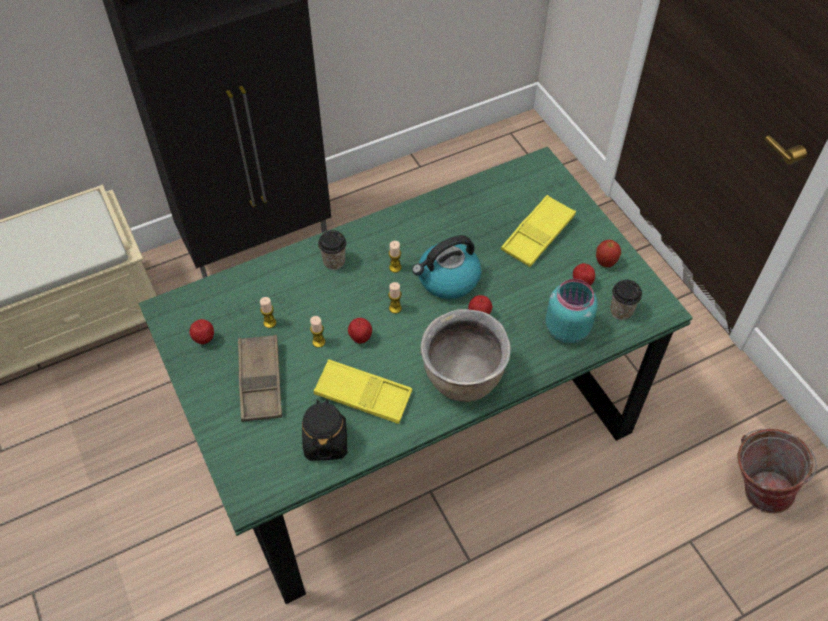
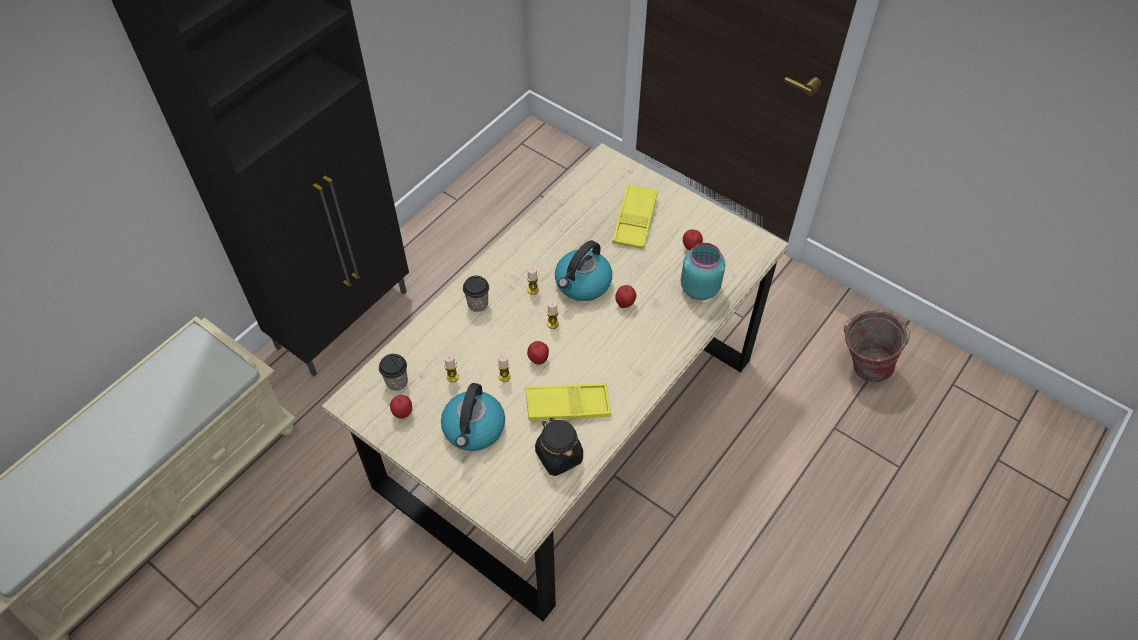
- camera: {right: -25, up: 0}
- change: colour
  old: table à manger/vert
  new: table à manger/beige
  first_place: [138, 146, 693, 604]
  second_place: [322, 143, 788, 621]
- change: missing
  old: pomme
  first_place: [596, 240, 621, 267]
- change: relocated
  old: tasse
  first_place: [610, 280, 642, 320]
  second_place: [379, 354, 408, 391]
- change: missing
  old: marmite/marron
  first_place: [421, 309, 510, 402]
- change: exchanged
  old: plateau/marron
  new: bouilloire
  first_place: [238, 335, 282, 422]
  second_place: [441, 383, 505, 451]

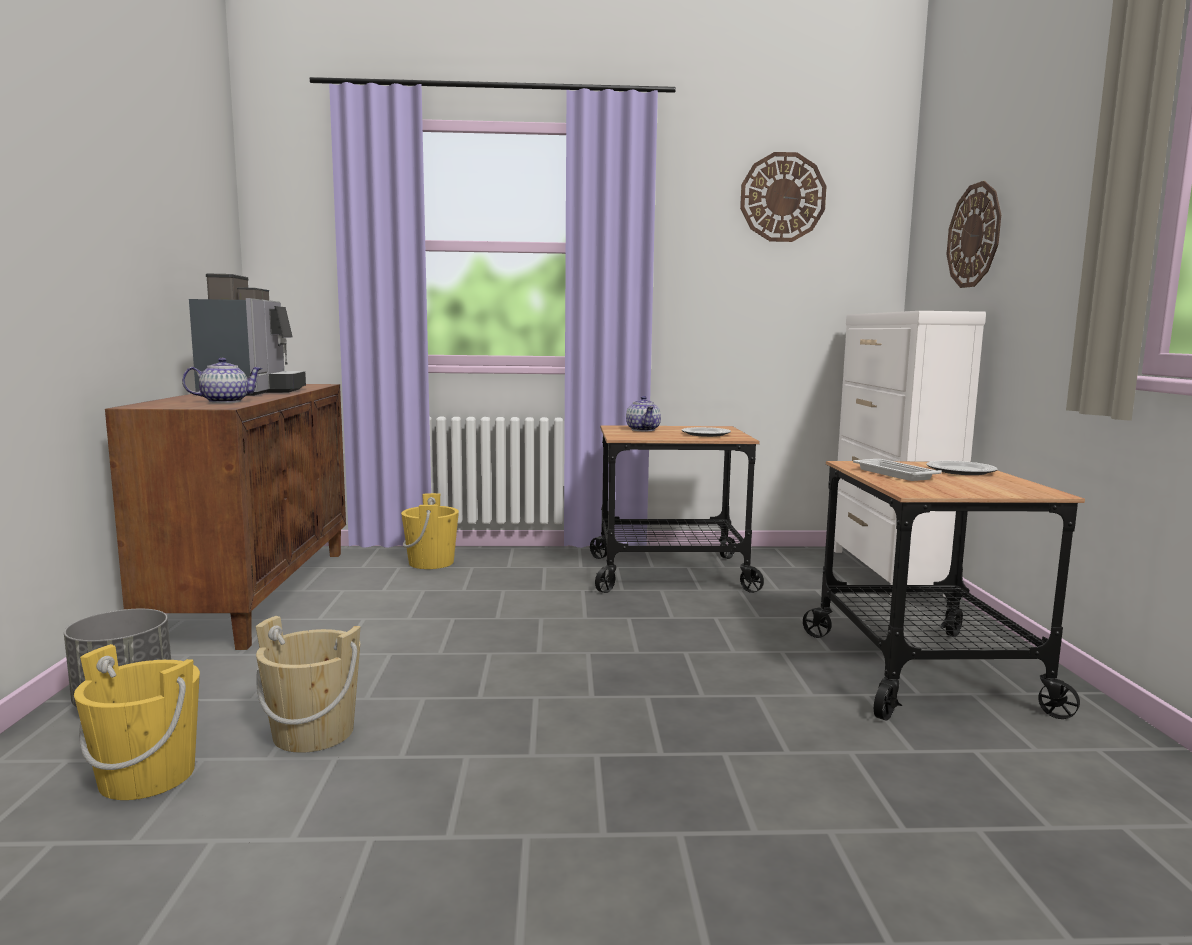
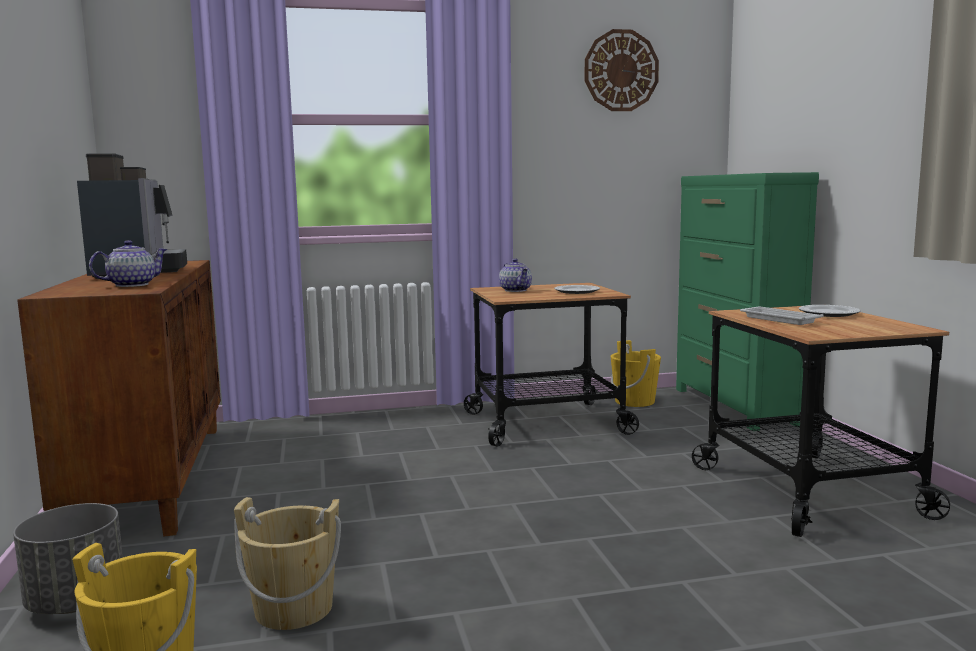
- camera: {right: -10, up: 0}
- change: missing
  old: horloge murale
  first_place: [946, 181, 1001, 288]
- change: colour
  old: commode/blanc
  new: commode/vert
  first_place: [834, 311, 986, 599]
  second_place: [676, 172, 819, 431]
- change: relocated
  old: seau/jaune
  first_place: [401, 493, 459, 569]
  second_place: [611, 340, 661, 407]

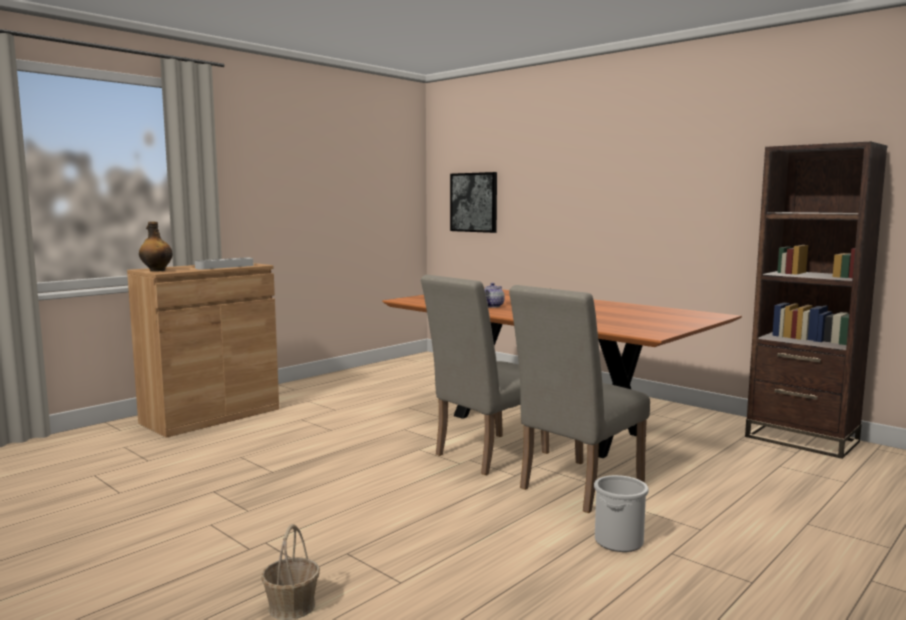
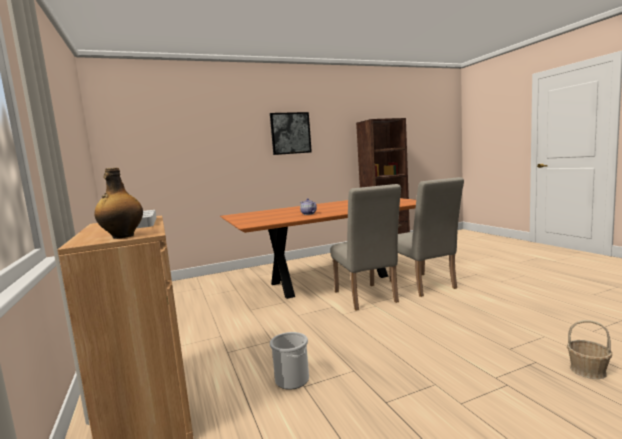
- camera: {right: -65, up: 0}
- change: relocated
  old: tableau
  first_place: [450, 172, 497, 233]
  second_place: [270, 112, 312, 155]
- change: relocated
  old: seau
  first_place: [594, 475, 649, 552]
  second_place: [270, 332, 309, 390]

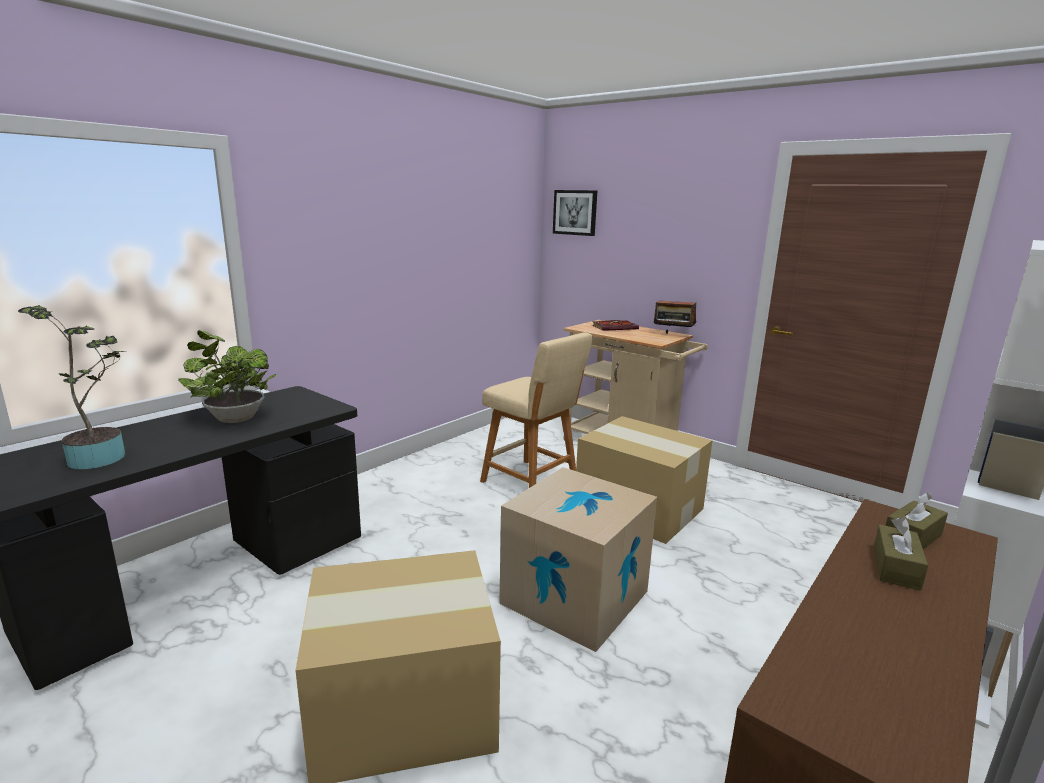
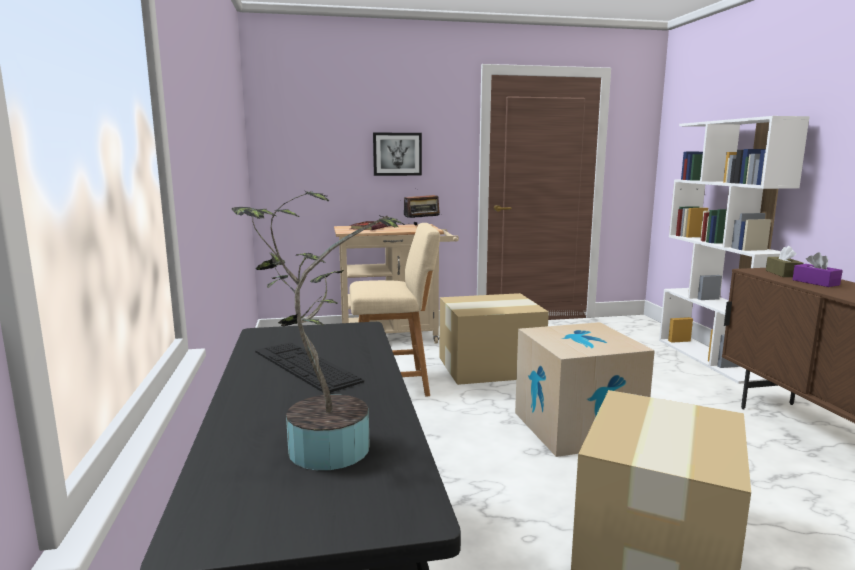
- camera: {right: -50, up: -5}
- change: relocated
  old: tableau
  first_place: [553, 190, 597, 236]
  second_place: [373, 132, 422, 176]
- change: exchanged
  old: plante en pot
  new: clavier
  first_place: [178, 330, 276, 423]
  second_place: [255, 342, 364, 393]
- change: colour
  old: boîte à mouchoirs/marron
  new: boîte à mouchoirs/violet
  first_place: [873, 517, 928, 591]
  second_place: [792, 253, 843, 287]

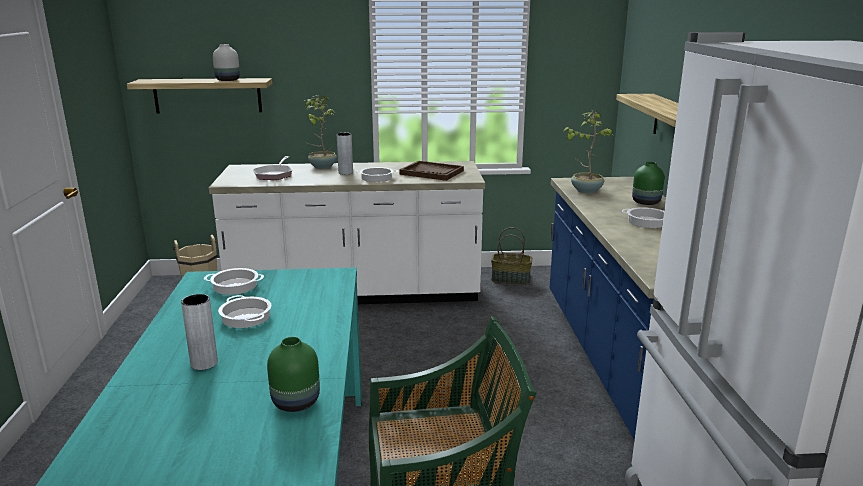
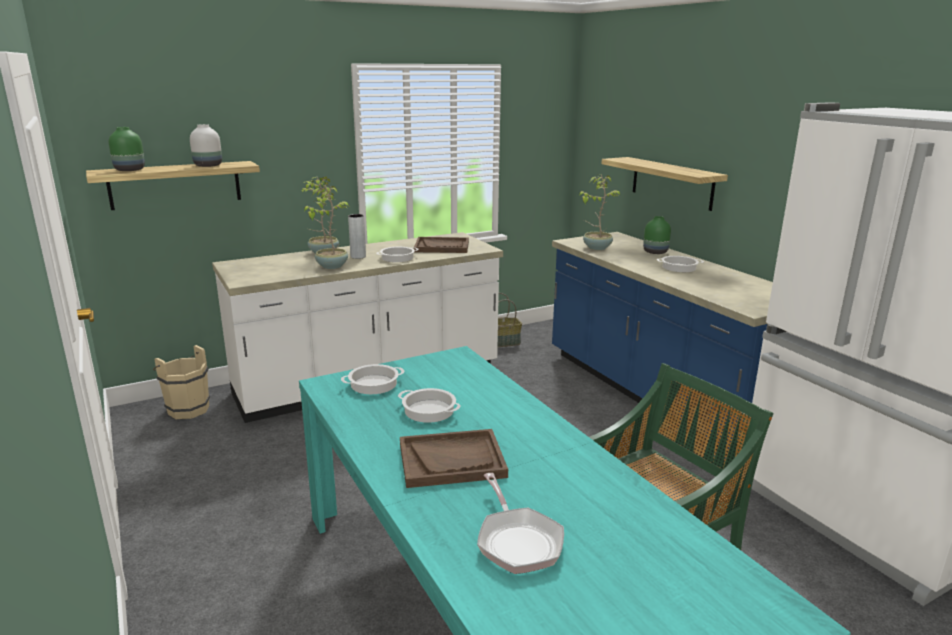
- camera: {right: -25, up: 0}
- change: relocated
  old: poêle
  first_place: [253, 156, 292, 180]
  second_place: [477, 473, 564, 574]
- change: exchanged
  old: vase/gris
  new: plateau/marron
  first_place: [181, 294, 218, 370]
  second_place: [400, 429, 508, 488]
- change: relocated
  old: vase/vert
  first_place: [267, 337, 320, 412]
  second_place: [109, 127, 145, 171]
- change: appeared
  new: plante en pot
  second_place: [304, 185, 349, 269]

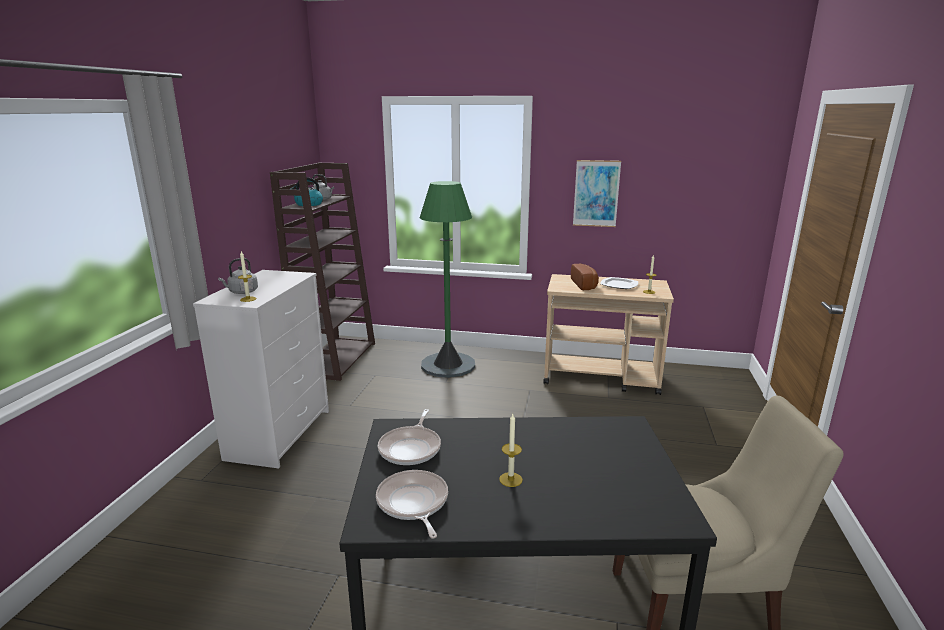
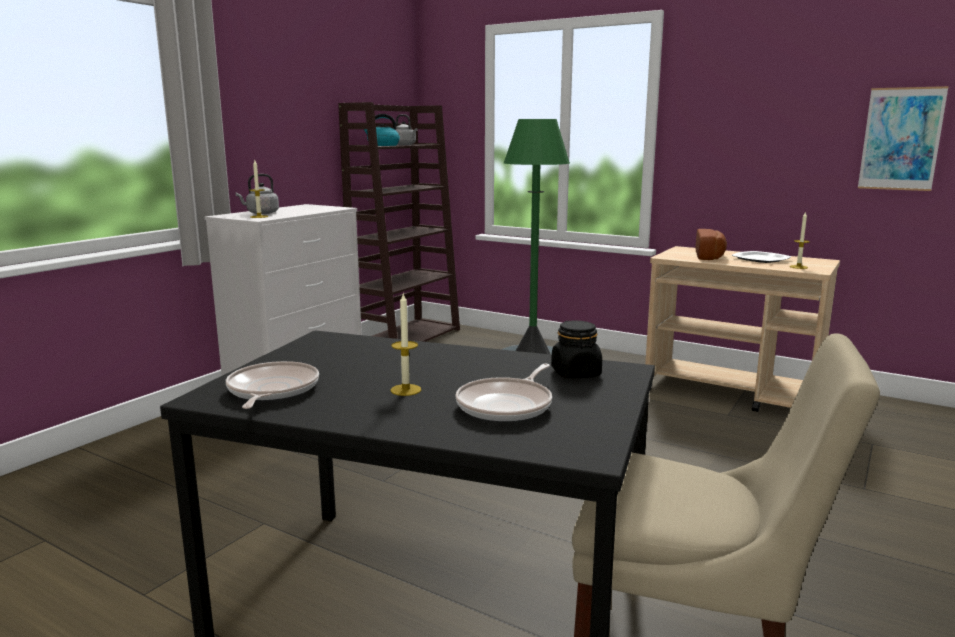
- camera: {right: 20, up: -5}
- change: relocated
  old: tableau
  first_place: [573, 160, 621, 227]
  second_place: [858, 86, 949, 191]
- change: relocated
  old: poêle
  first_place: [378, 409, 441, 465]
  second_place: [455, 364, 552, 422]
- change: appeared
  new: bocal/noir
  second_place: [551, 320, 602, 378]

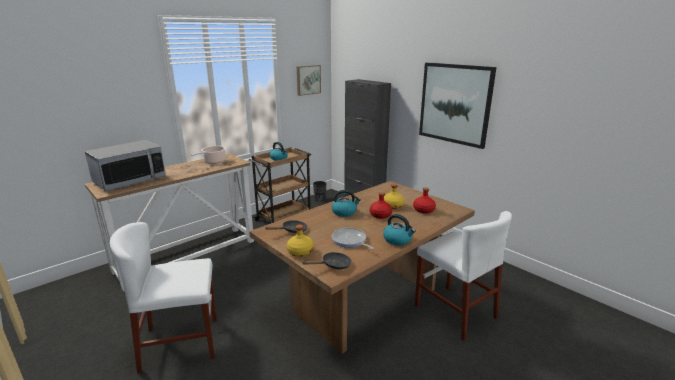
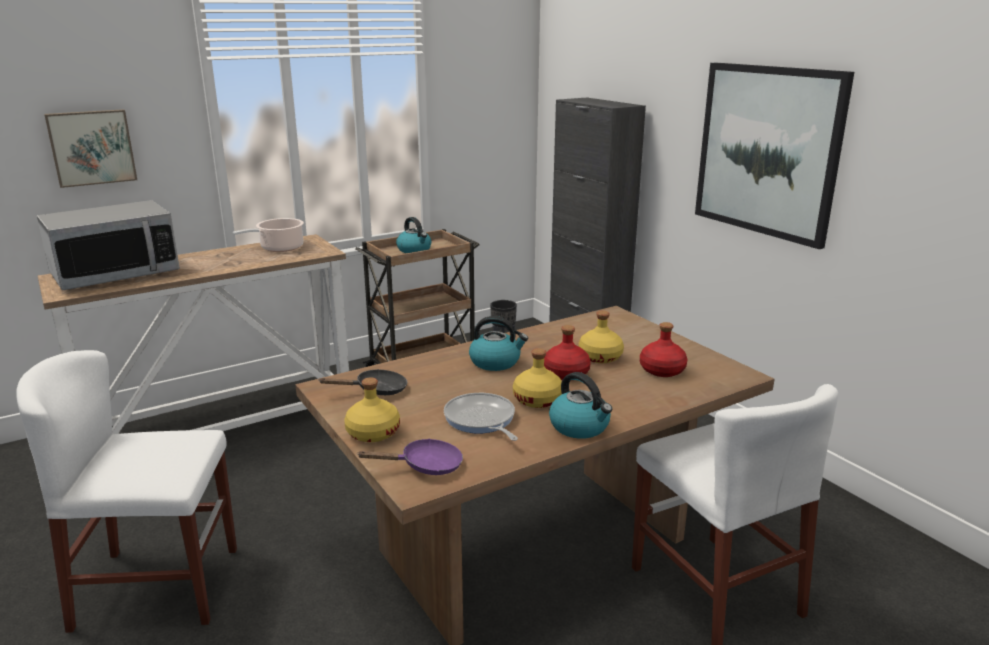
- camera: {right: 10, up: 0}
- change: relocated
  old: tableau
  first_place: [297, 65, 321, 96]
  second_place: [44, 109, 137, 188]
- change: colour
  old: poêle/noir
  new: poêle/violet
  first_place: [303, 252, 352, 269]
  second_place: [357, 439, 463, 475]
- change: appeared
  new: bouteille/jaune
  second_place: [513, 348, 562, 408]

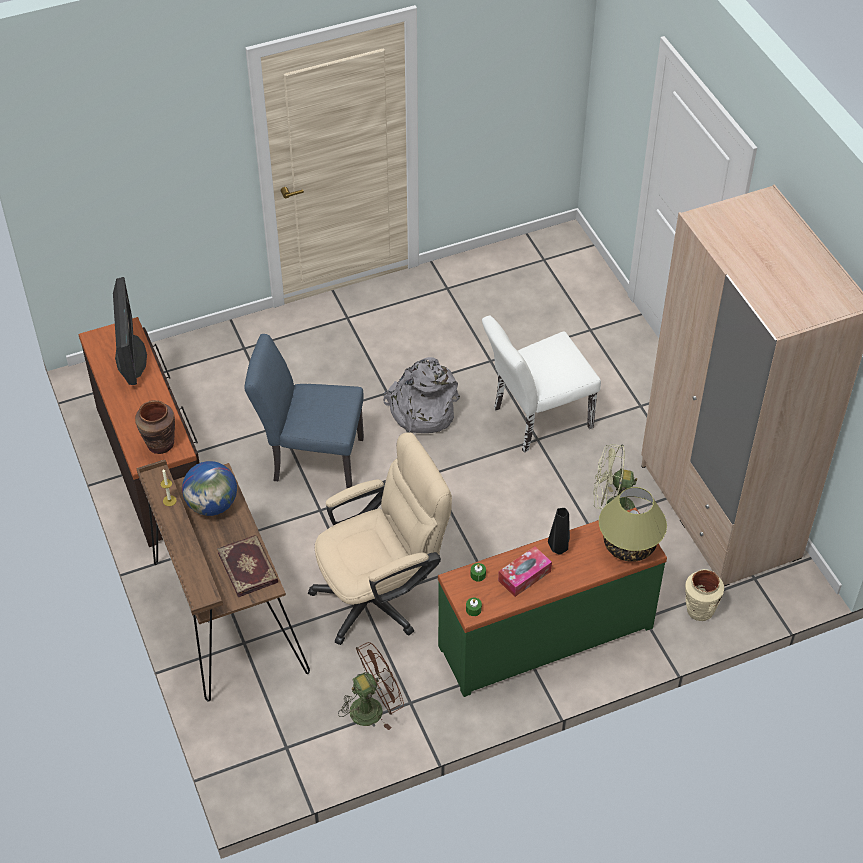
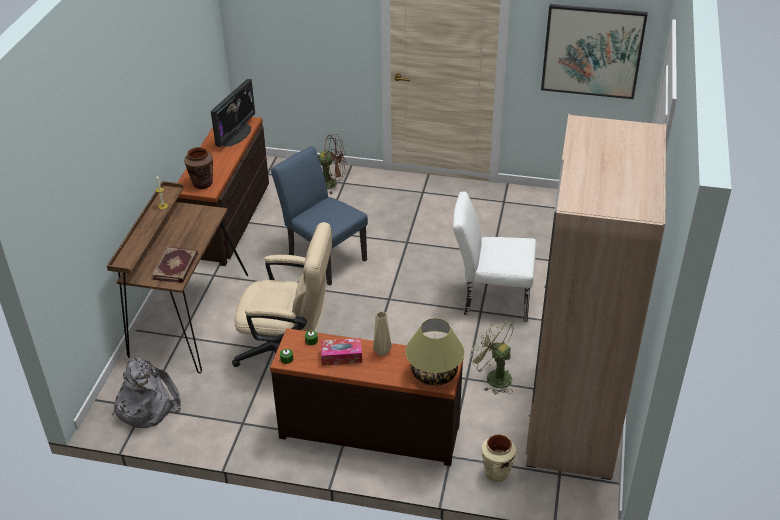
- camera: {right: 35, up: -10}
- change: relocated
  old: sac à dos/gris
  first_place: [383, 357, 460, 433]
  second_place: [112, 358, 181, 428]
- change: missing
  old: globe
  first_place: [182, 461, 237, 516]
- change: colour
  old: commode/vert
  new: commode/marron
  first_place: [438, 508, 667, 697]
  second_place: [270, 328, 464, 466]
- change: colour
  old: vase/noir
  new: vase/beige
  first_place: [548, 508, 570, 555]
  second_place: [373, 311, 392, 356]
- change: relocated
  old: ventilateur/marron
  first_place: [338, 642, 404, 730]
  second_place: [318, 135, 346, 194]
- change: appeared
  new: tableau
  second_place: [541, 4, 648, 99]

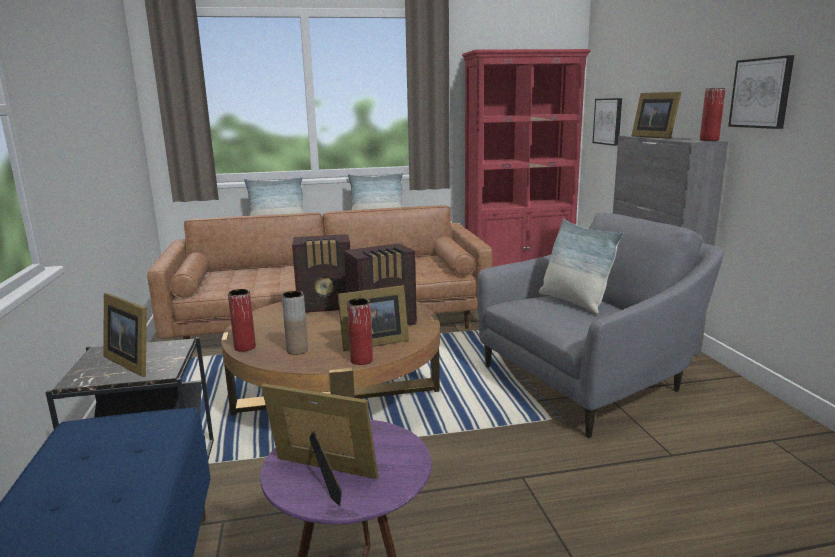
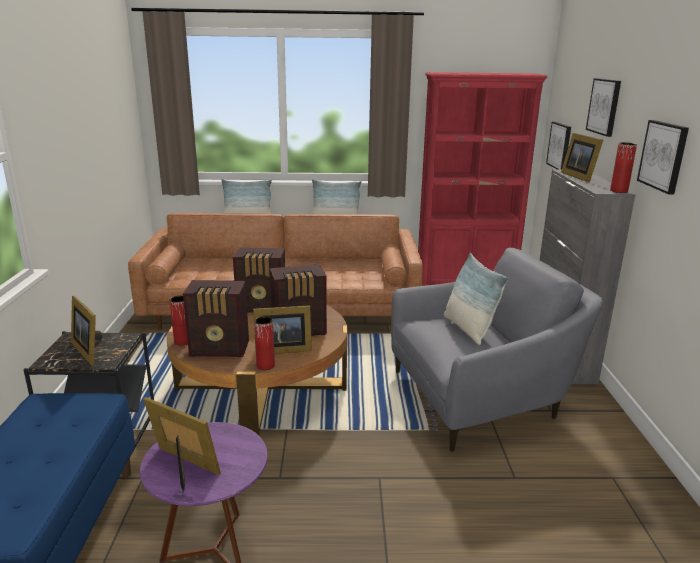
- camera: {right: 10, up: 5}
- change: exchanged
  old: vase/marron
  new: radio
  first_place: [282, 291, 308, 355]
  second_place: [183, 280, 249, 357]
- change: appeared
  new: tableau
  second_place: [586, 78, 621, 137]

